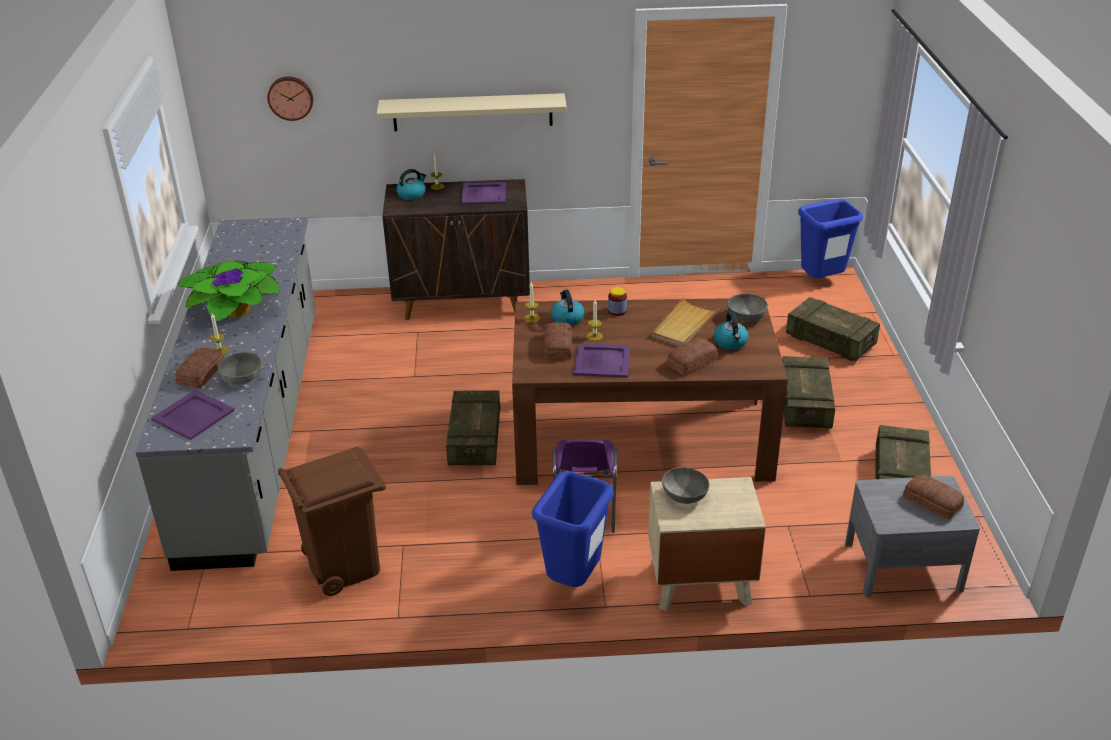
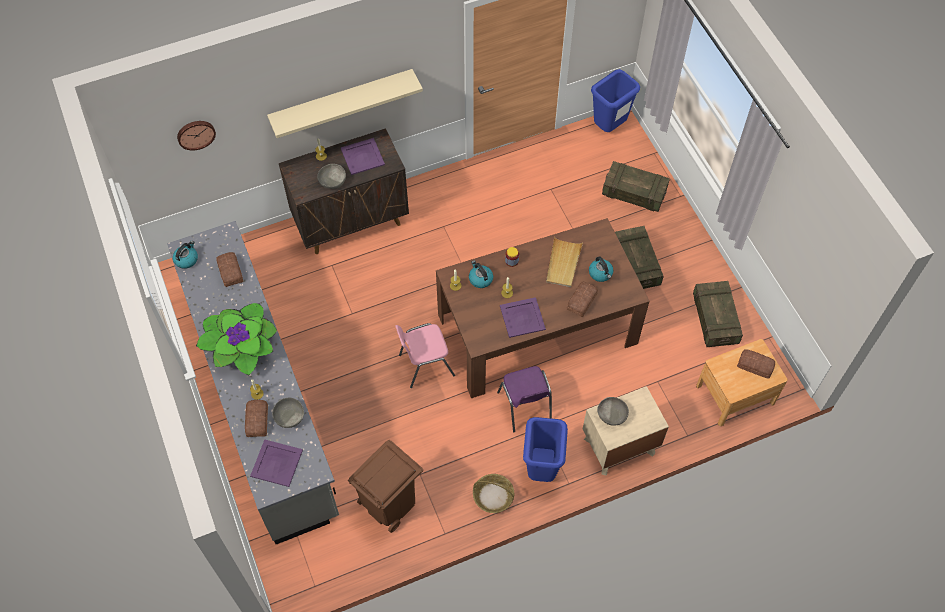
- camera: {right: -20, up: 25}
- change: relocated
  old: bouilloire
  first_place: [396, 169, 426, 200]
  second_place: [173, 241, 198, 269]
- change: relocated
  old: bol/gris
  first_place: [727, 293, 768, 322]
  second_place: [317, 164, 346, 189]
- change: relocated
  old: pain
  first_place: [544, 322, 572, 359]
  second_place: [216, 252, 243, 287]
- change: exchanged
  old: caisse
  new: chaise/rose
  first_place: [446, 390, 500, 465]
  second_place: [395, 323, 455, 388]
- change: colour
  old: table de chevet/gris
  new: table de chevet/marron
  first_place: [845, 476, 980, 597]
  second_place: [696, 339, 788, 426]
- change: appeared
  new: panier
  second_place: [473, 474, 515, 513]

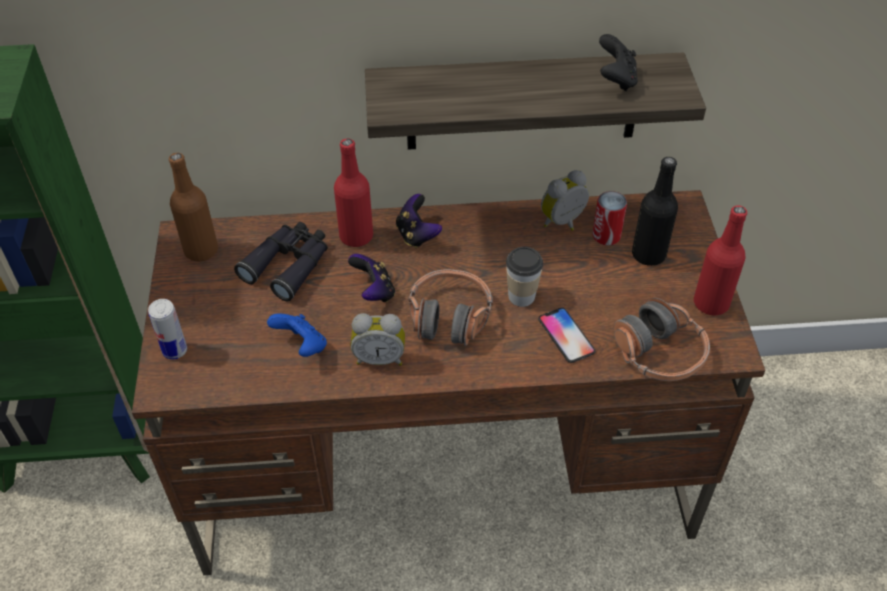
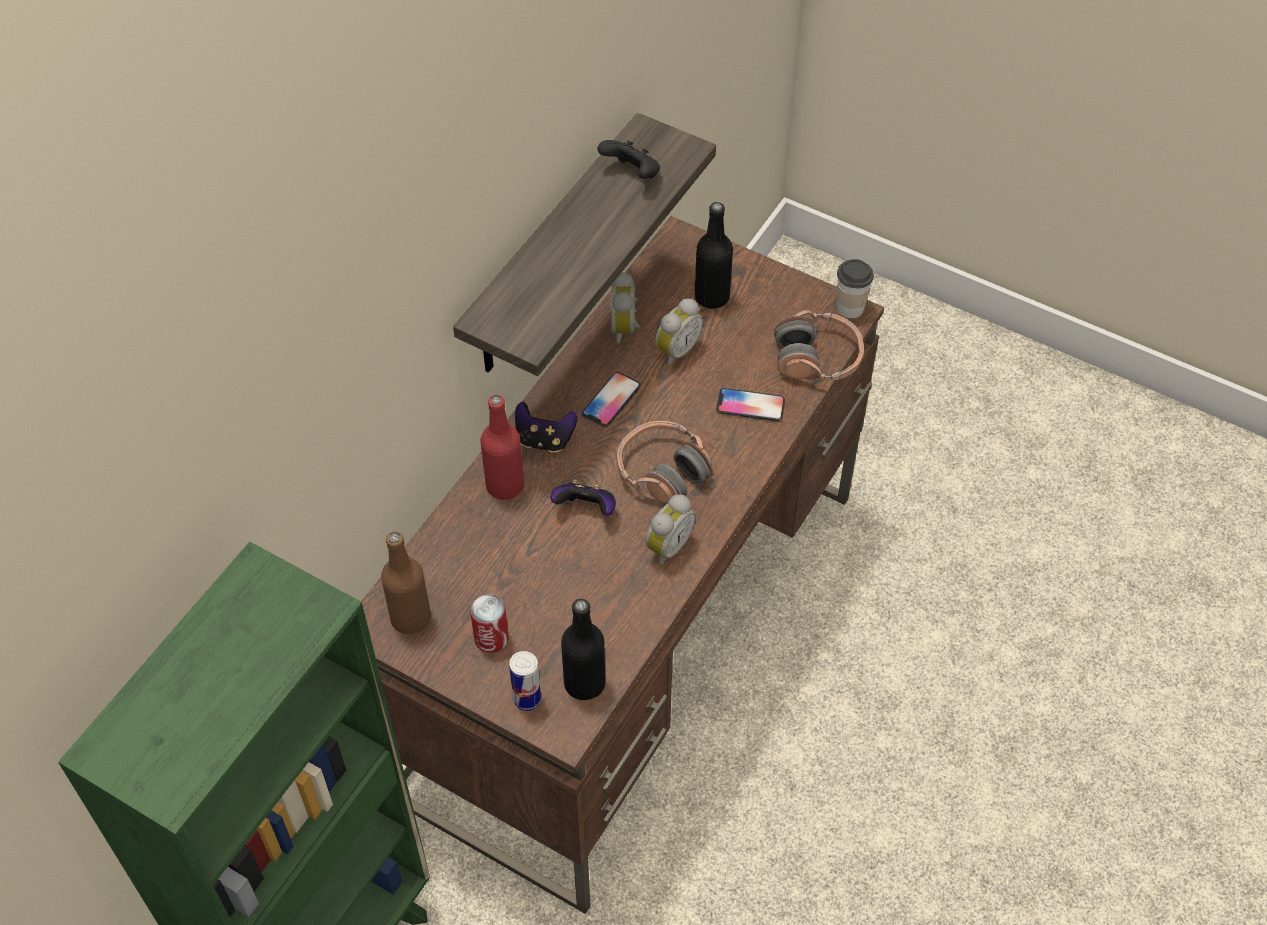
- camera: {right: -55, up: 5}
- change: relocated
  old: boîte métallique
  first_place: [593, 191, 627, 245]
  second_place: [470, 594, 509, 653]
- change: missing
  old: bouteille/rouge
  first_place: [694, 205, 747, 315]
- change: missing
  old: jumelles/noir
  first_place: [234, 222, 328, 301]
- change: relocated
  old: tasse
  first_place: [506, 247, 543, 307]
  second_place: [837, 259, 874, 319]
- change: missing
  old: manette/bleu
  first_place: [267, 314, 327, 357]
- change: appeared
  new: réveil
  second_place: [655, 299, 703, 367]
- change: appeared
  new: téléphone
  second_place: [582, 372, 641, 427]
- change: appeared
  new: bouteille/noir
  second_place: [561, 599, 606, 700]

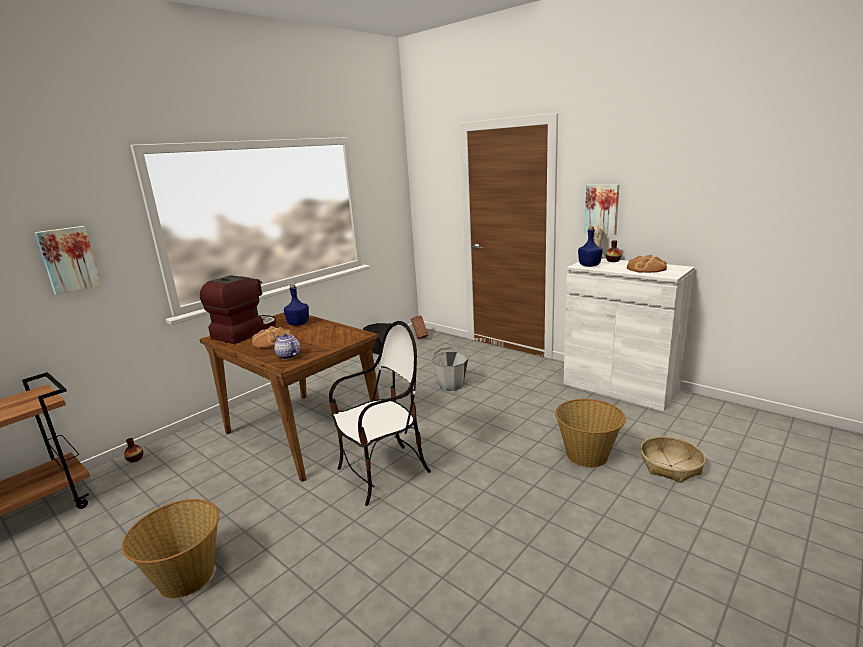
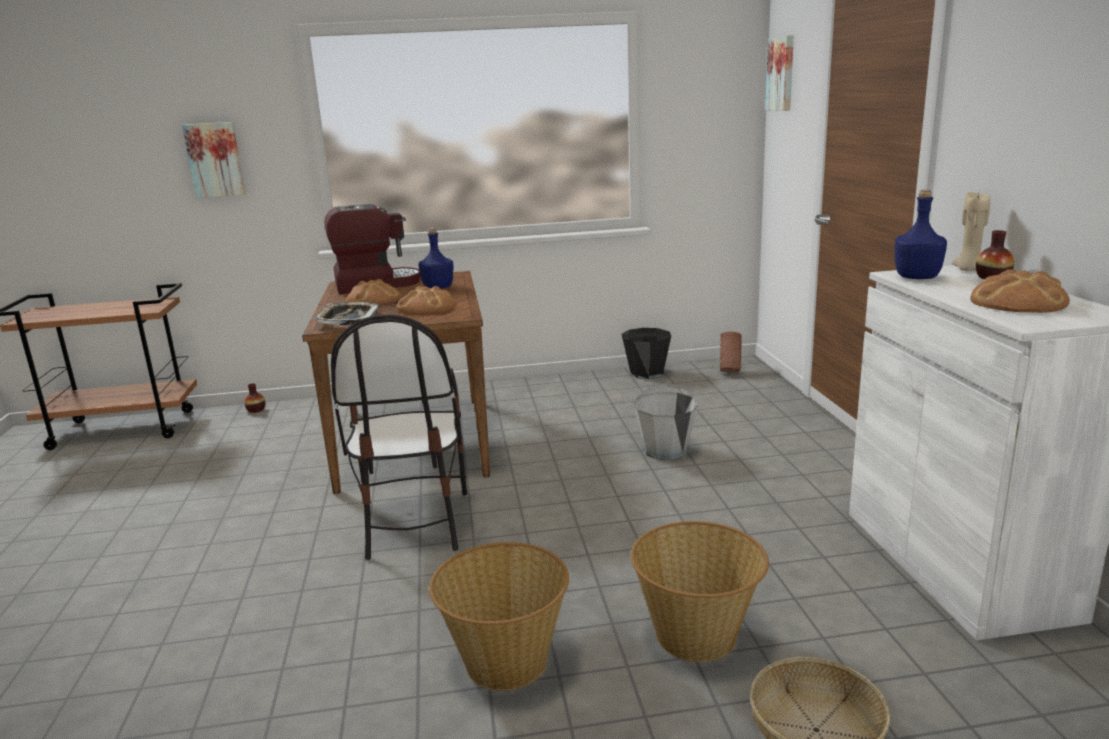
- camera: {right: 40, up: 0}
- change: relocated
  old: tableau
  first_place: [584, 185, 619, 235]
  second_place: [765, 35, 794, 111]
- change: spun
  old: chaise
  first_place: [329, 321, 431, 506]
  second_place: [331, 315, 467, 560]
  degrees: 75
- change: exchanged
  old: théière
  new: plateau
  first_place: [274, 333, 300, 360]
  second_place: [314, 302, 379, 325]
- change: relocated
  old: panier
  first_place: [122, 499, 219, 599]
  second_place: [429, 542, 569, 691]
- change: appeared
  new: pain
  second_place: [396, 286, 455, 314]

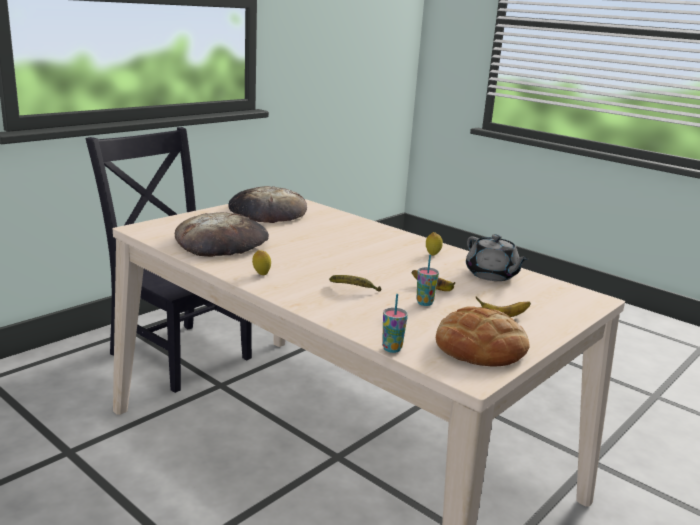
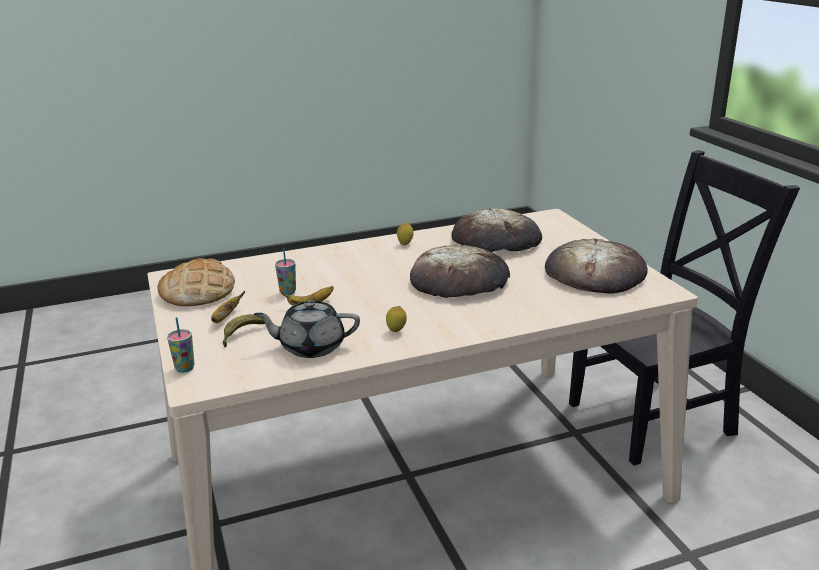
- camera: {right: 120, up: 5}
- change: relocated
  old: banane
  first_place: [329, 275, 381, 291]
  second_place: [223, 314, 265, 347]
- change: relocated
  old: tasse
  first_place: [382, 294, 408, 353]
  second_place: [167, 317, 195, 373]
- change: appeared
  new: pain
  second_place: [410, 245, 510, 298]

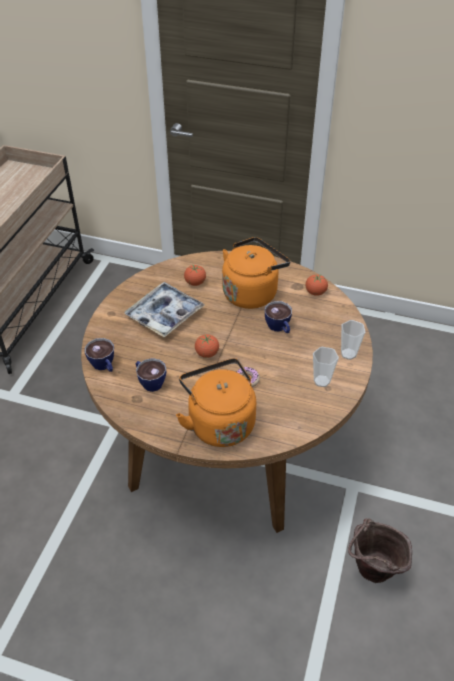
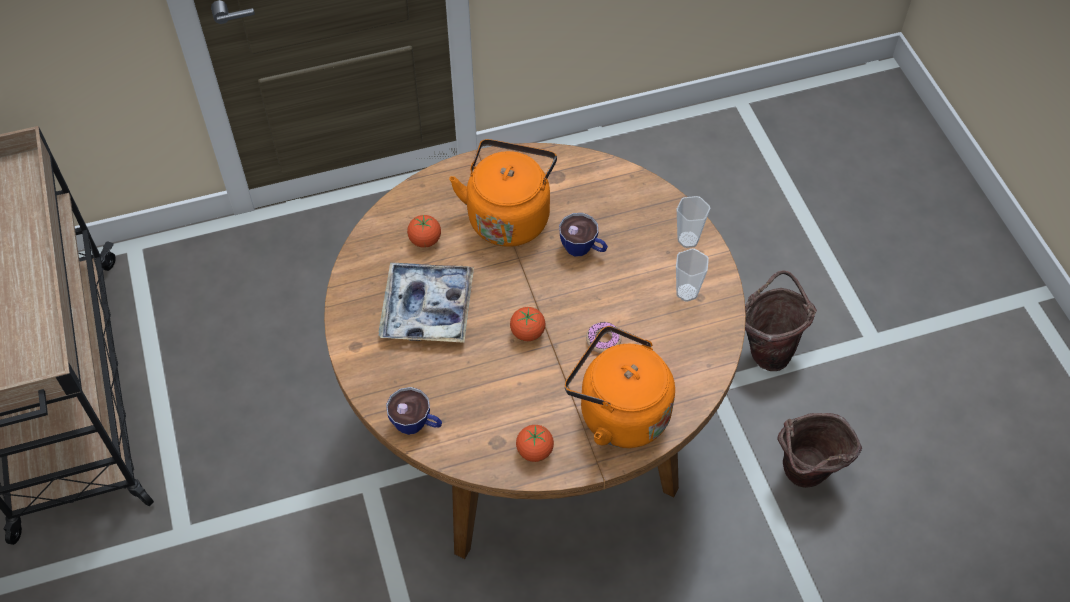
- camera: {right: -35, up: 10}
- change: relocated
  old: tomate
  first_place: [305, 274, 328, 296]
  second_place: [516, 425, 554, 462]
- change: missing
  old: tasse
  first_place: [136, 358, 166, 392]
- change: appeared
  new: seau/marron
  second_place: [745, 270, 817, 371]

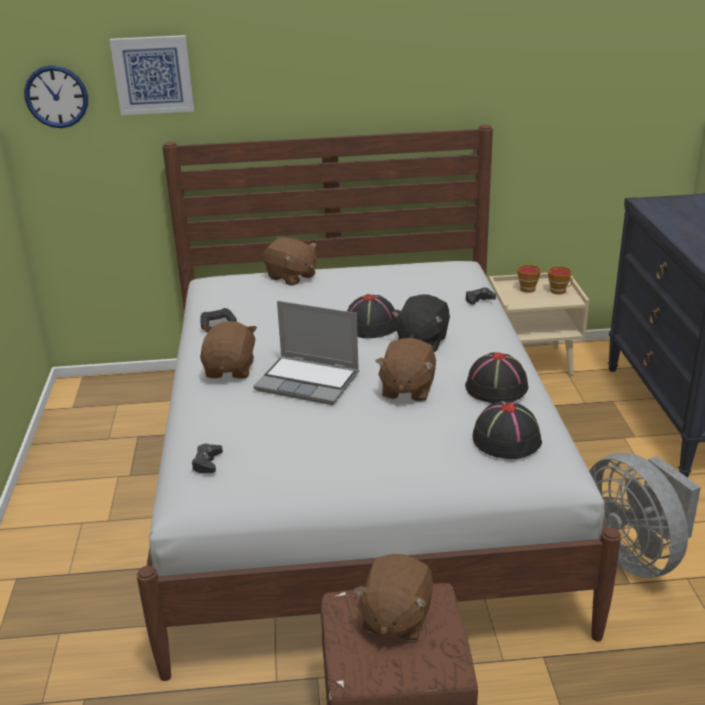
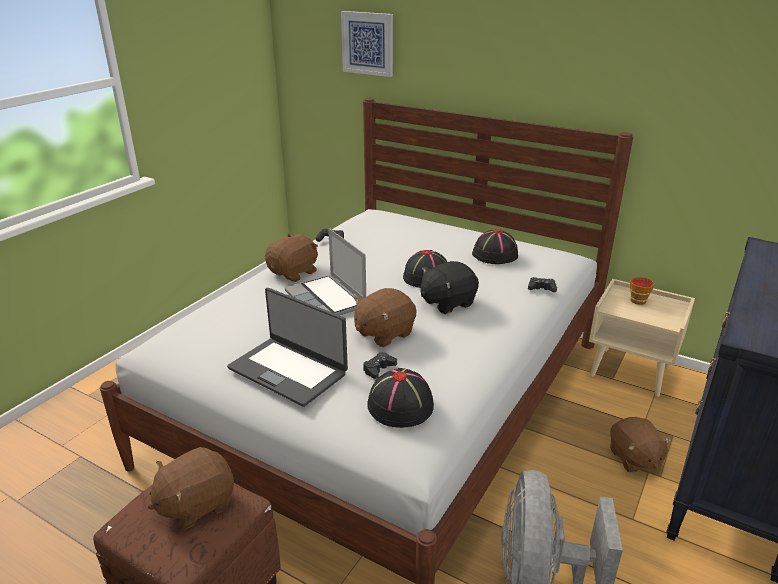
- camera: {right: 35, up: 0}
- change: missing
  old: horloge murale
  first_place: [24, 65, 88, 128]
- change: relocated
  old: peluche/marron
  first_place: [263, 237, 317, 286]
  second_place: [610, 417, 672, 473]
- change: missing
  old: tasse
  first_place: [548, 266, 573, 295]
- change: relocated
  old: chapeau/noir
  first_place: [465, 352, 528, 403]
  second_place: [472, 229, 518, 264]
- change: relocated
  old: manette/noir
  first_place: [192, 444, 223, 473]
  second_place: [363, 352, 397, 379]
- change: appeared
  new: ordinateur portable
  second_place: [227, 288, 348, 407]

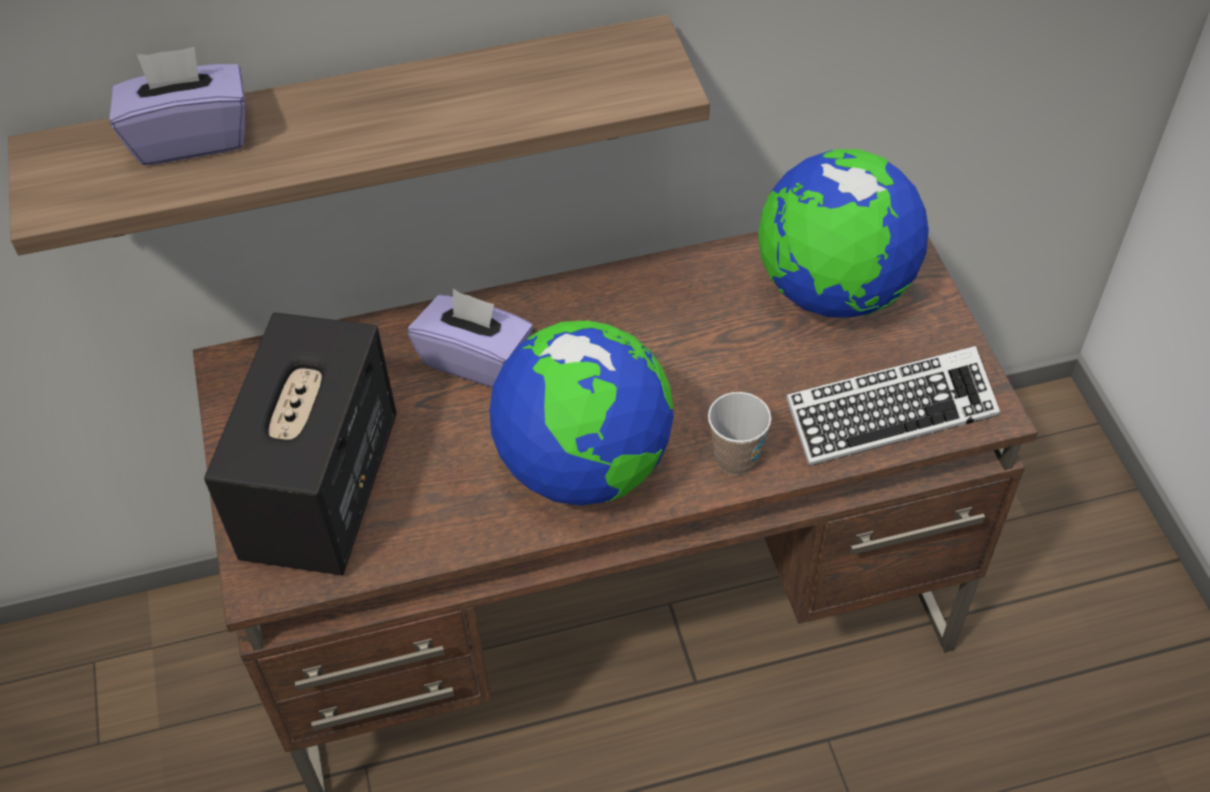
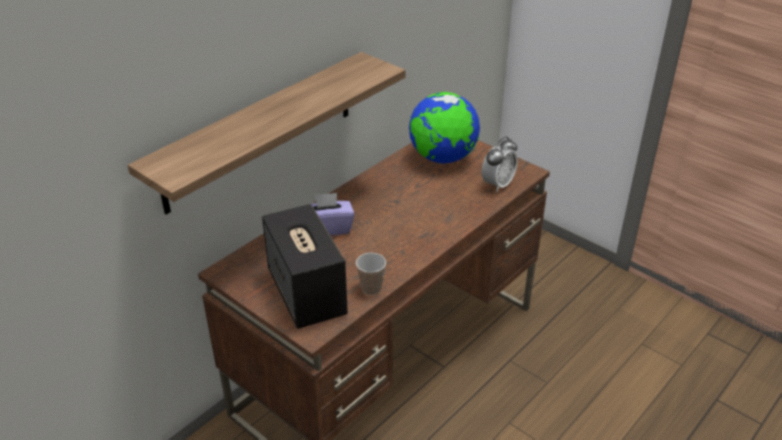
- camera: {right: -35, up: -15}
- change: missing
  old: boîte à mouchoirs/violet
  first_place: [109, 47, 246, 165]
- change: missing
  old: globe
  first_place: [489, 321, 674, 506]
- change: exchanged
  old: clavier
  new: réveil
  first_place: [786, 346, 1000, 466]
  second_place: [481, 137, 518, 192]
- change: relocated
  old: tasse
  first_place: [708, 392, 771, 475]
  second_place: [356, 253, 386, 295]

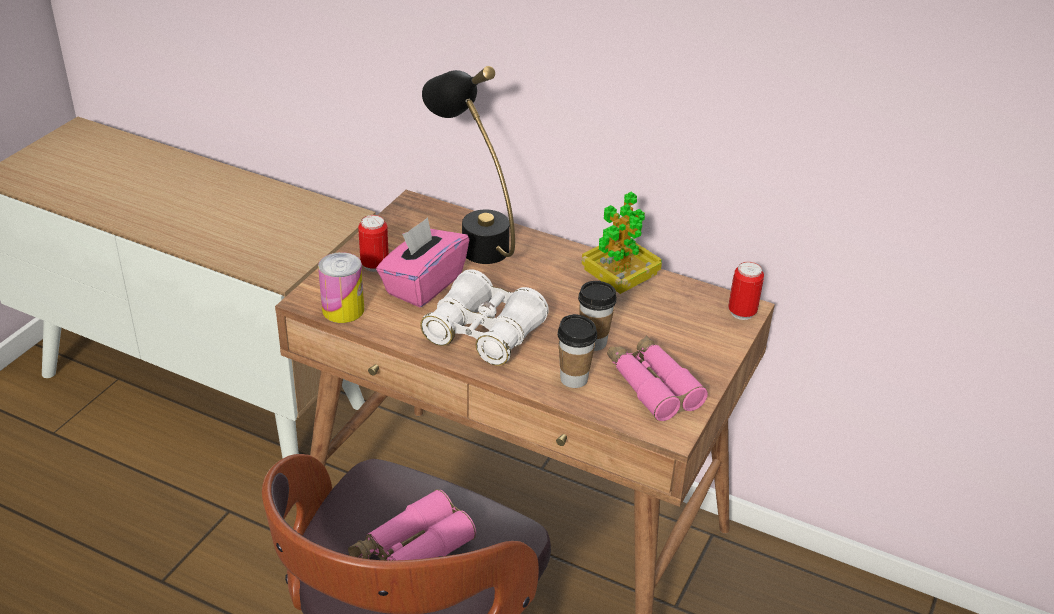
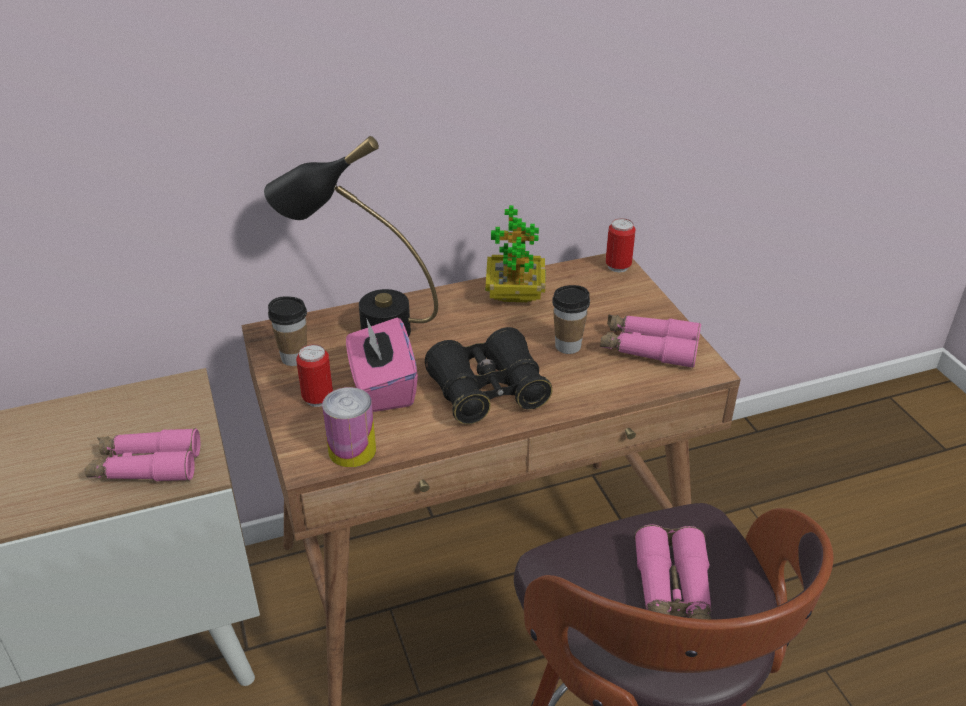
- camera: {right: -45, up: 0}
- change: colour
  old: jumelles/blanc
  new: jumelles/noir
  first_place: [420, 269, 549, 366]
  second_place: [425, 327, 552, 424]
- change: relocated
  old: tasse
  first_place: [558, 314, 597, 388]
  second_place: [268, 296, 307, 366]
- change: appeared
  new: jumelles/rose
  second_place: [85, 428, 200, 481]

